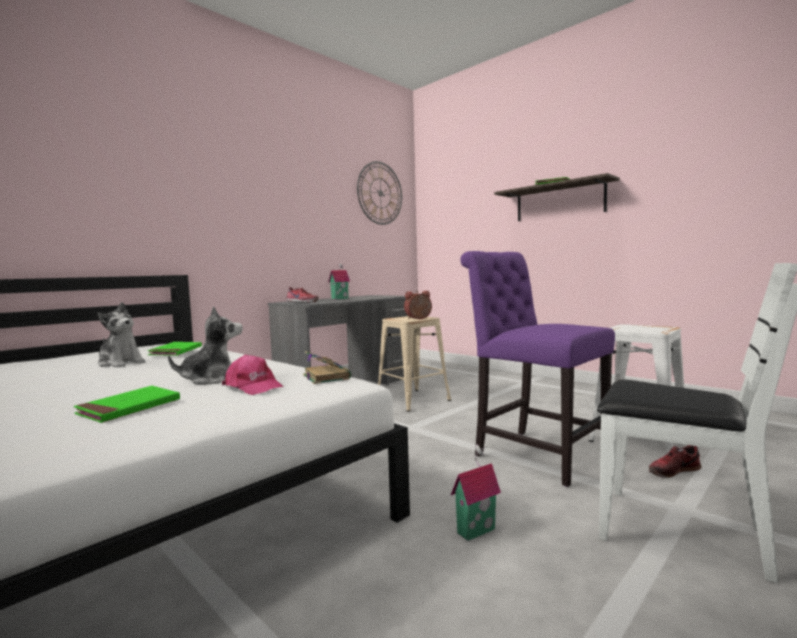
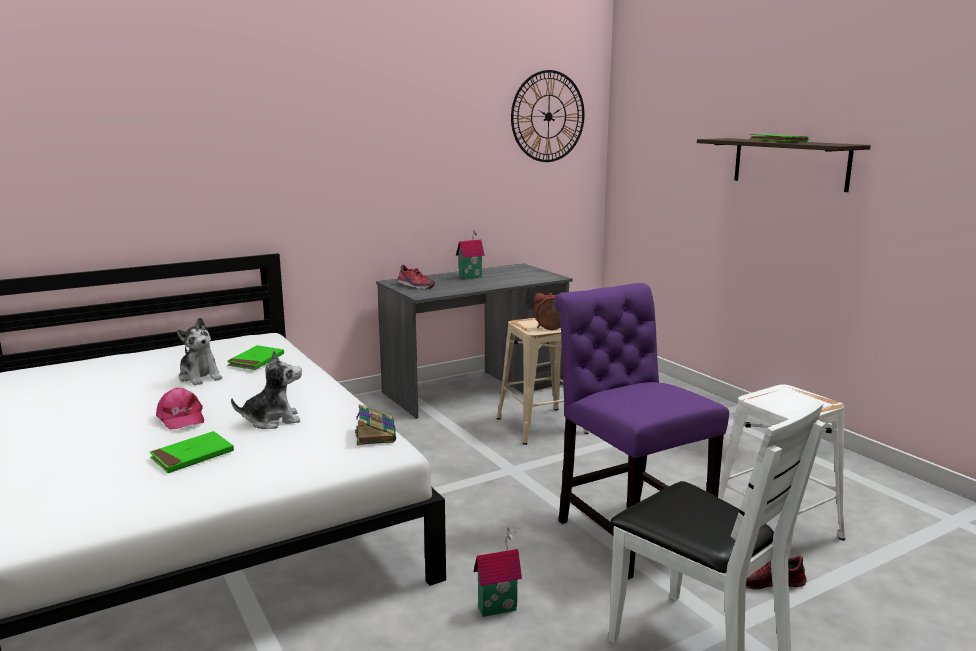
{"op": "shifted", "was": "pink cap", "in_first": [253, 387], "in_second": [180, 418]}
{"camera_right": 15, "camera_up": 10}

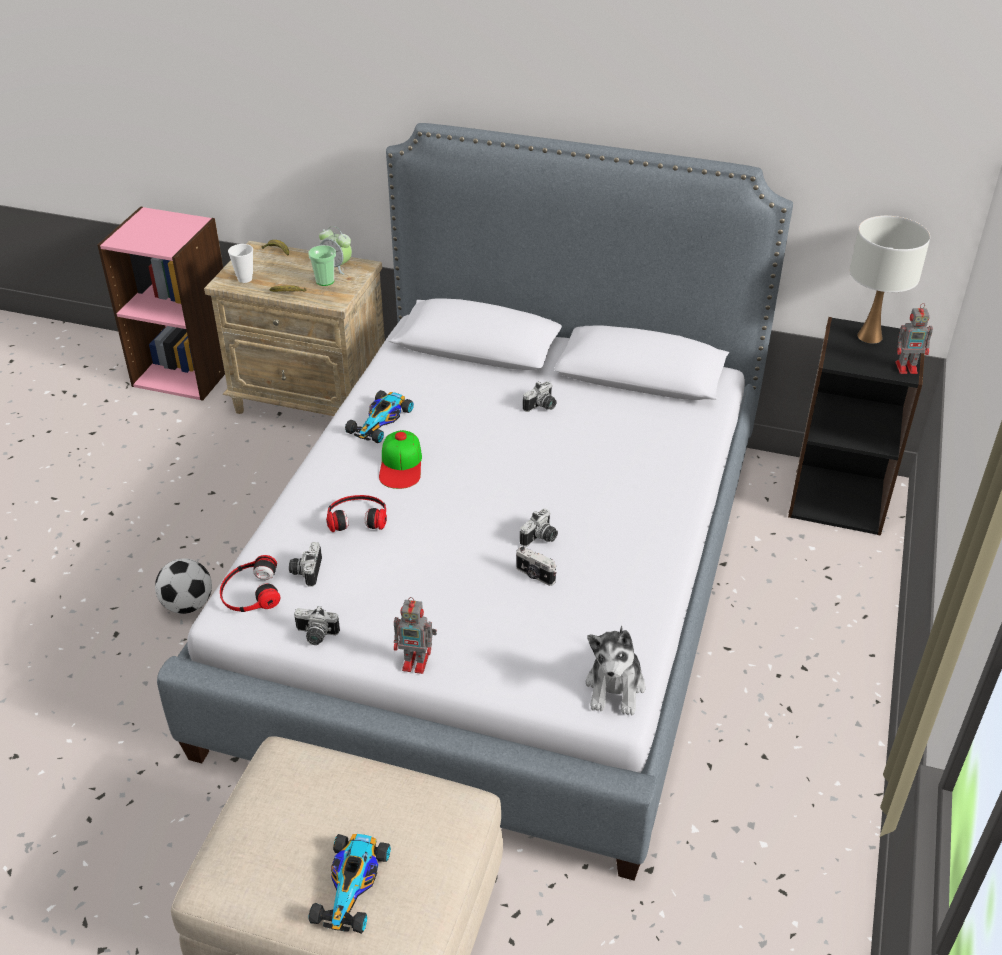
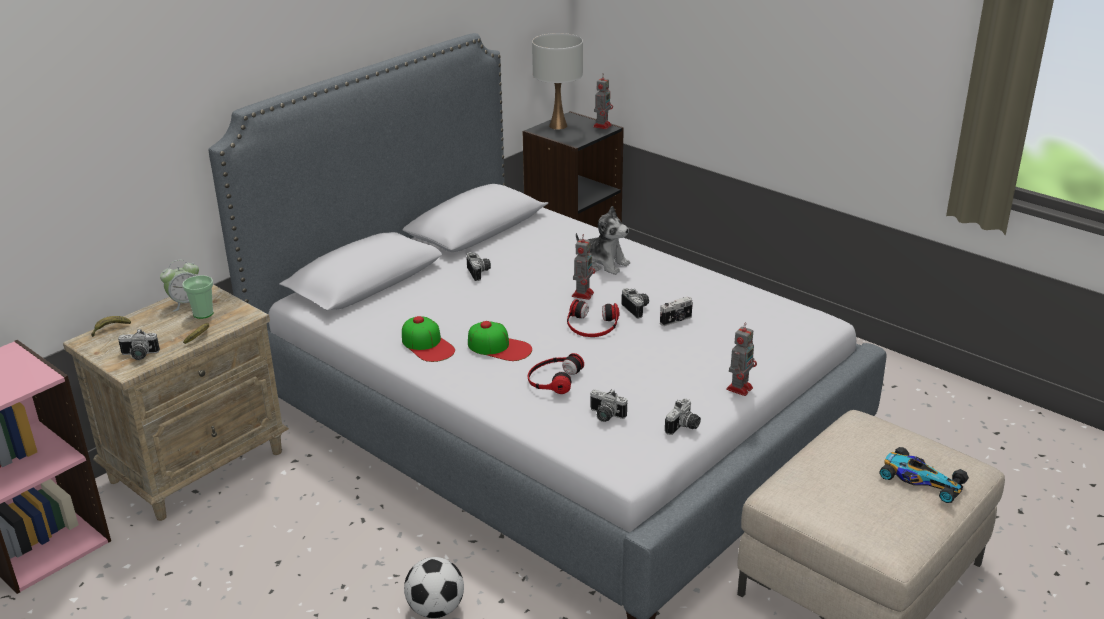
{"op": "new", "now": "toy robot", "in_second": [583, 294]}
{"op": "shifted", "was": "headphones", "in_first": [250, 592], "in_second": [592, 325]}
{"op": "shifted", "was": "plush toy", "in_first": [615, 687], "in_second": [604, 263]}
{"op": "swapped", "was": "cup", "now": "photo camera", "in_first": [245, 279], "in_second": [139, 356]}
{"op": "swapped", "was": "toy car", "now": "cap", "in_first": [381, 420], "in_second": [427, 345]}
{"camera_right": -65, "camera_up": -10}

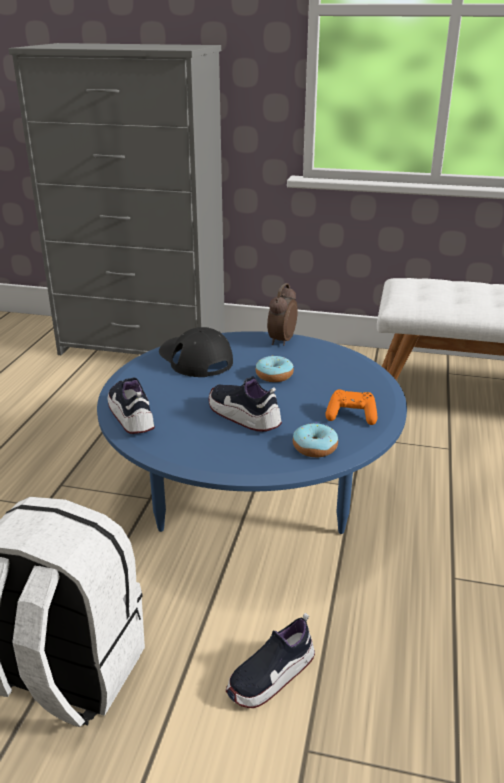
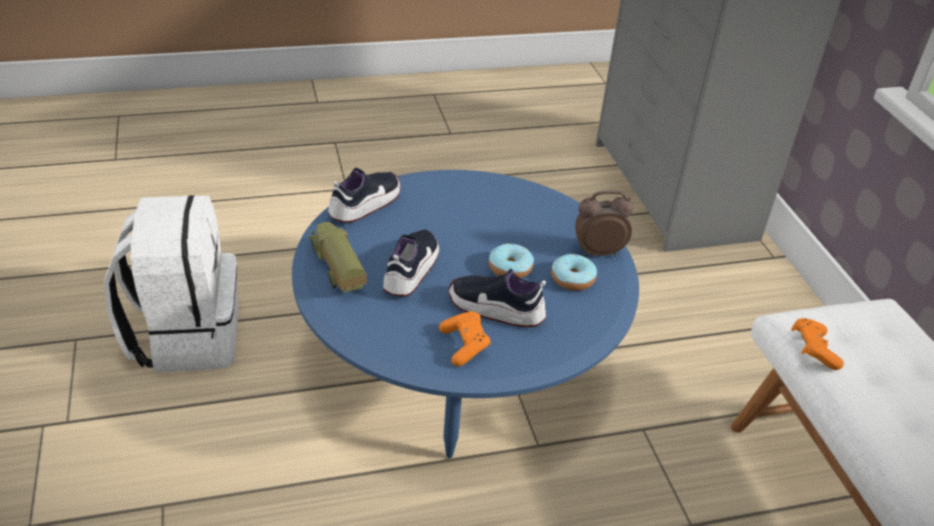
{"op": "gone", "was": "black cap", "in_first": [195, 358]}
{"op": "new", "now": "toy truck", "in_second": [337, 270]}
{"op": "new", "now": "orange game controller", "in_second": [812, 351]}
{"op": "shifted", "was": "shoe", "in_first": [271, 676], "in_second": [496, 309]}
{"op": "shifted", "was": "donut", "in_first": [315, 448], "in_second": [572, 279]}
{"camera_right": 60, "camera_up": 10}

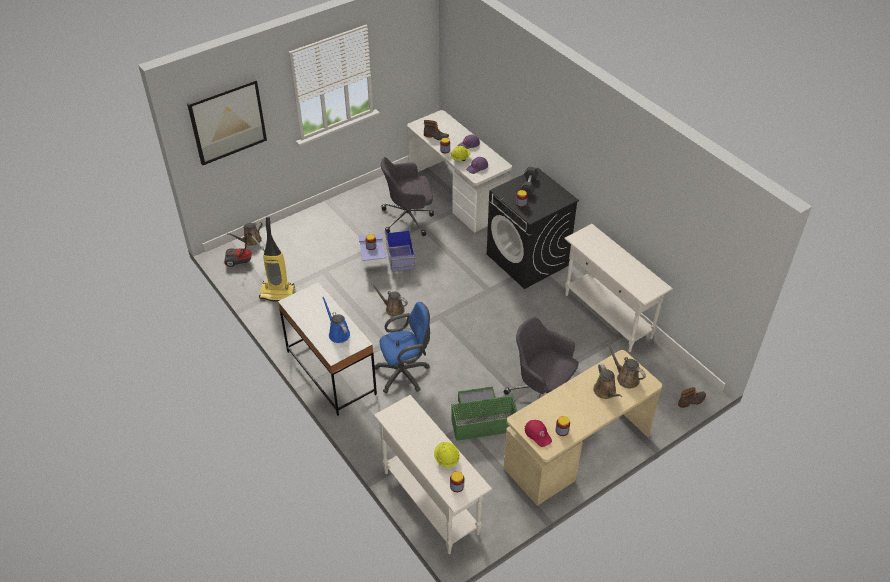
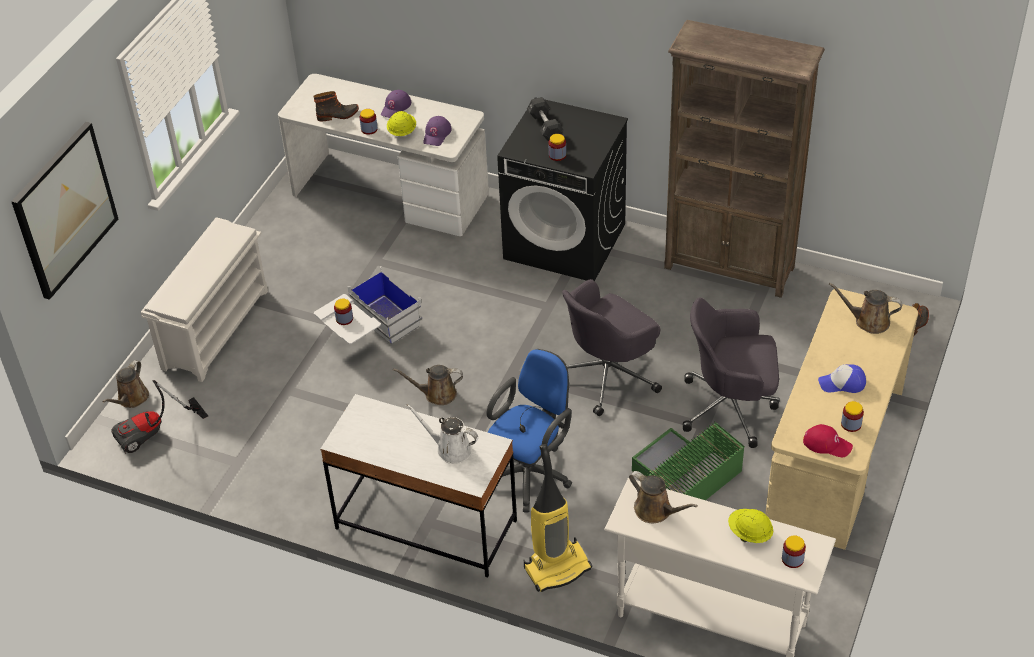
{"op": "new", "now": "white shoe rack", "in_second": [215, 328]}
{"op": "new", "now": "cap", "in_second": [842, 383]}
{"op": "shifted", "was": "vacuum cleaner", "in_first": [278, 292], "in_second": [557, 567]}
{"op": "shifted", "was": "grey office chair", "in_first": [408, 218], "in_second": [608, 375]}
{"op": "shifted", "was": "brown watering can", "in_first": [605, 392], "in_second": [656, 510]}
{"op": "swapped", "was": "white console table", "now": "brown bookcase", "in_first": [608, 316], "in_second": [730, 268]}
{"op": "repainted", "was": "blue watering can", "now": "white watering can", "in_first": [338, 333], "in_second": [450, 449]}
{"op": "repainted", "was": "blue storage box", "now": "white storage box", "in_first": [387, 260], "in_second": [370, 331]}
{"camera_right": -30, "camera_up": 0}

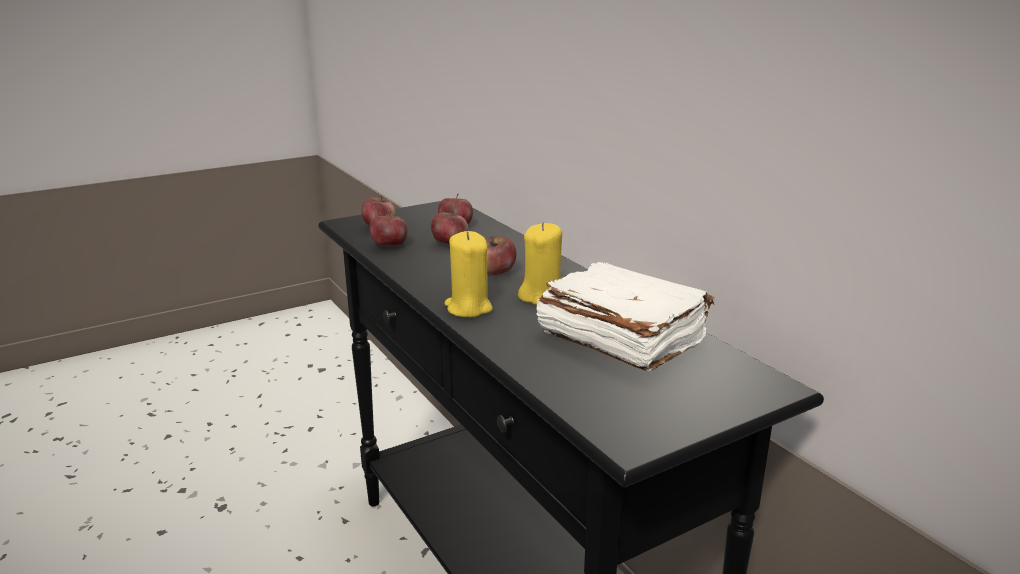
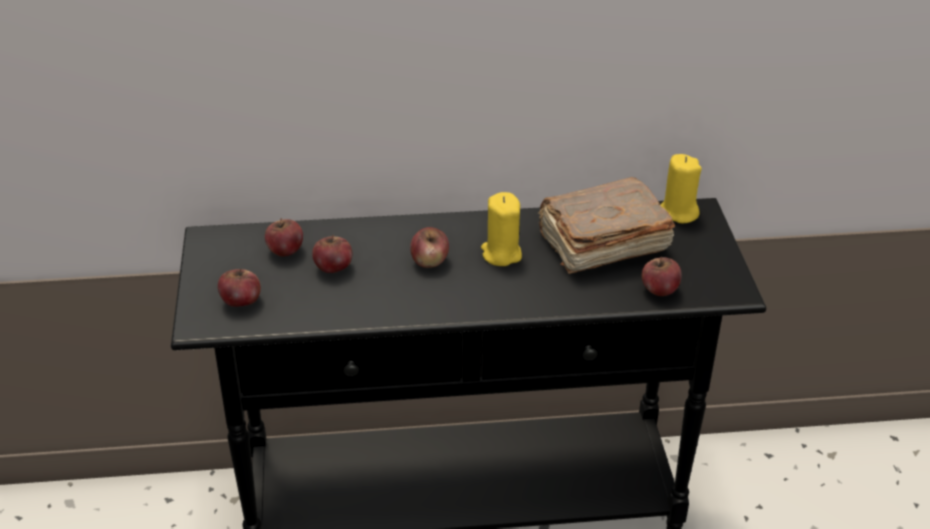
{"op": "shifted", "was": "apple", "in_first": [389, 245], "in_second": [659, 290]}
{"op": "shifted", "was": "yellow candle", "in_first": [468, 308], "in_second": [677, 213]}
{"op": "repainted", "was": "white book", "now": "brown book", "in_first": [619, 339], "in_second": [601, 244]}
{"camera_right": -65, "camera_up": 15}

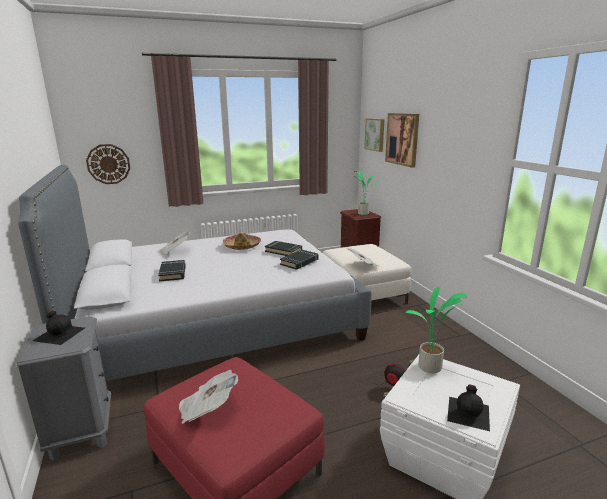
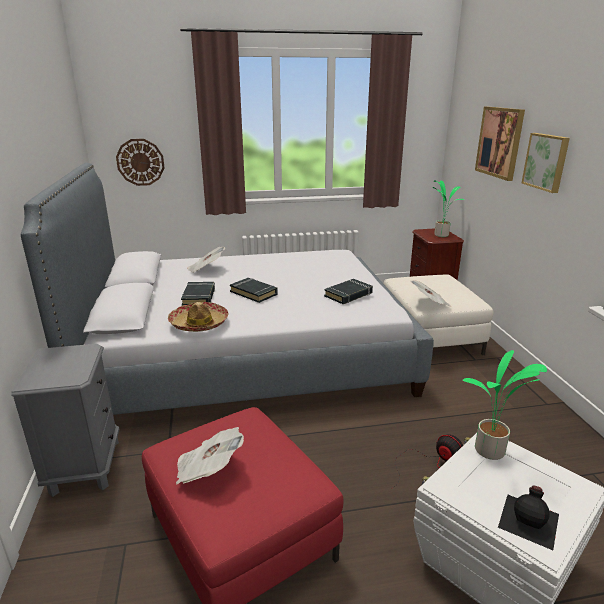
{"op": "gone", "was": "black bottle", "in_first": [59, 333]}
{"op": "shifted", "was": "hat", "in_first": [242, 246], "in_second": [199, 323]}
{"op": "shifted", "was": "black book", "in_first": [283, 251], "in_second": [254, 293]}
{"op": "shifted", "was": "picture", "in_first": [375, 134], "in_second": [546, 162]}
{"camera_right": 10, "camera_up": 5}

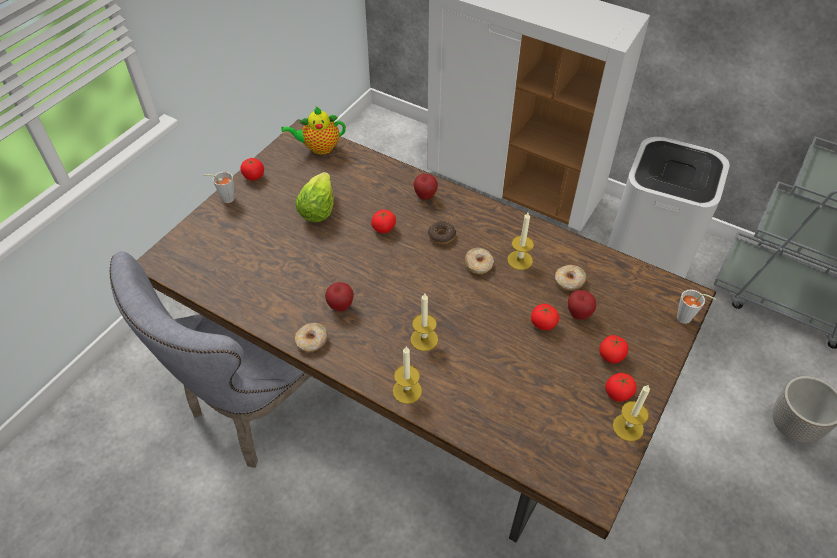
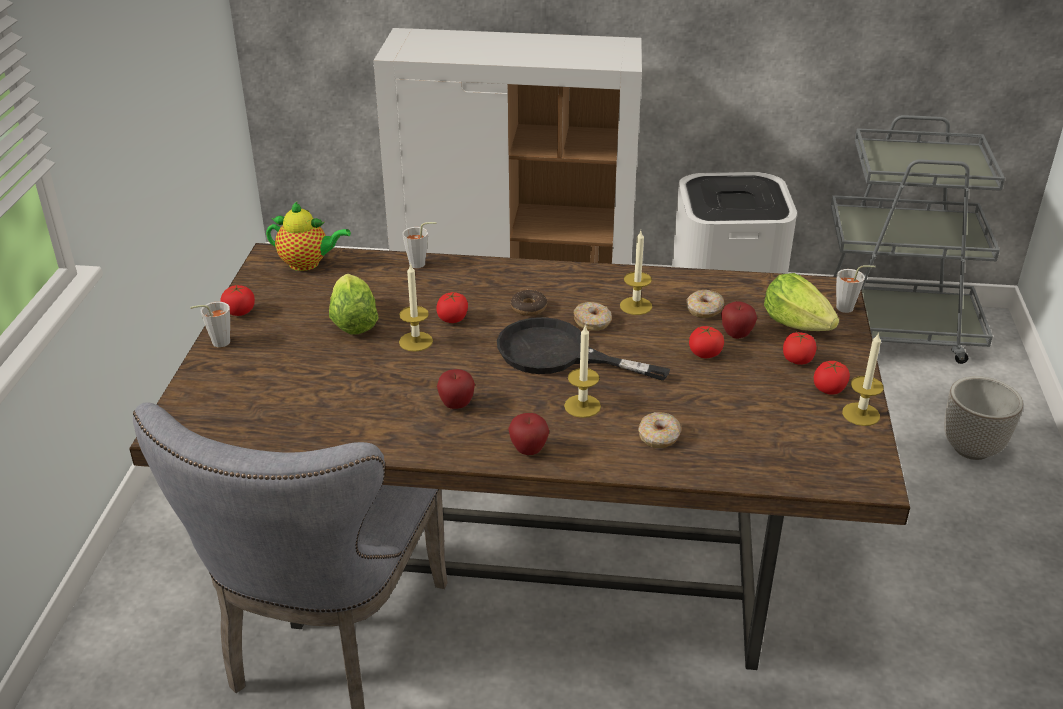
{"op": "new", "now": "grey cup", "in_second": [421, 264]}
{"op": "new", "now": "black frying pan", "in_second": [558, 354]}
{"op": "new", "now": "lettuce", "in_second": [796, 323]}
{"op": "shifted", "was": "donut", "in_first": [312, 341], "in_second": [659, 437]}
{"op": "shifted", "was": "candle", "in_first": [407, 391], "in_second": [416, 341]}
{"op": "shifted", "was": "apple", "in_first": [425, 196], "in_second": [528, 450]}
{"op": "rotated", "was": "teapot", "in_first": [319, 148], "in_second": [307, 264], "clockwise": -135}
{"camera_right": -25, "camera_up": -15}

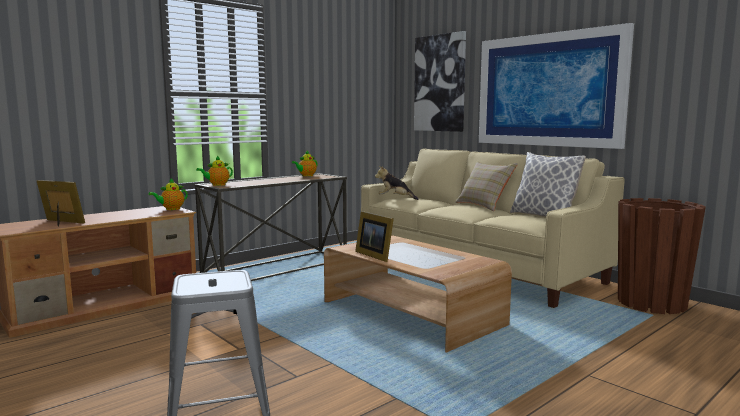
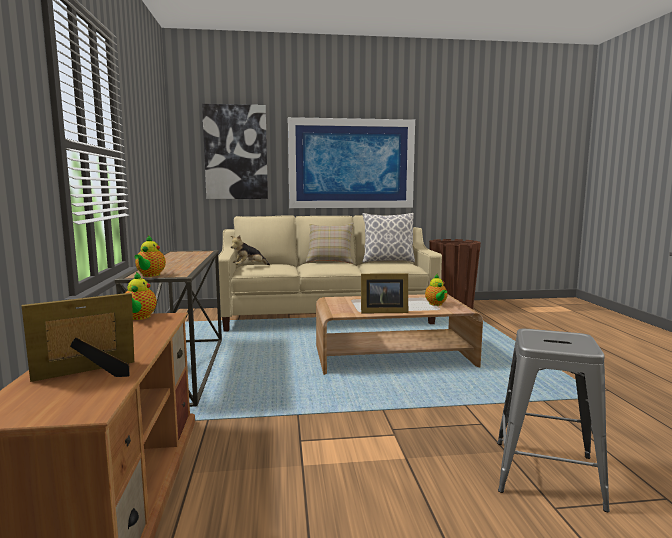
{"op": "shifted", "was": "teapot", "in_first": [306, 175], "in_second": [436, 304]}
{"camera_right": -55, "camera_up": 0}

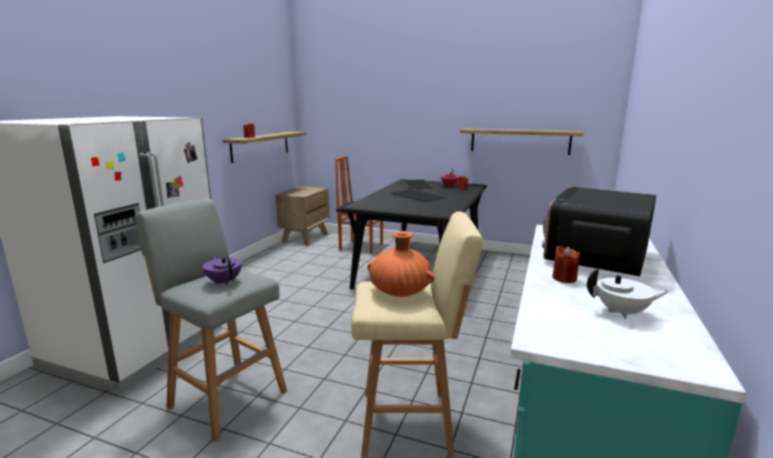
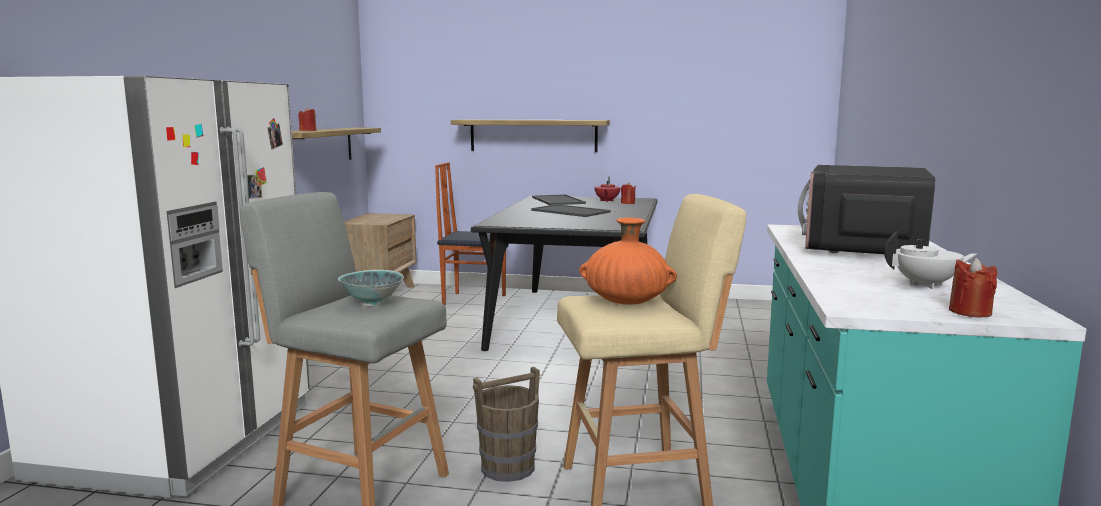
{"op": "new", "now": "brown bucket", "in_second": [508, 468]}
{"op": "shifted", "was": "shelf", "in_first": [519, 141], "in_second": [533, 135]}
{"op": "shifted", "was": "red candle", "in_first": [564, 278], "in_second": [970, 312]}
{"op": "swapped", "was": "purple teapot", "now": "bowl", "in_first": [224, 281], "in_second": [372, 303]}
{"camera_right": -10, "camera_up": -5}

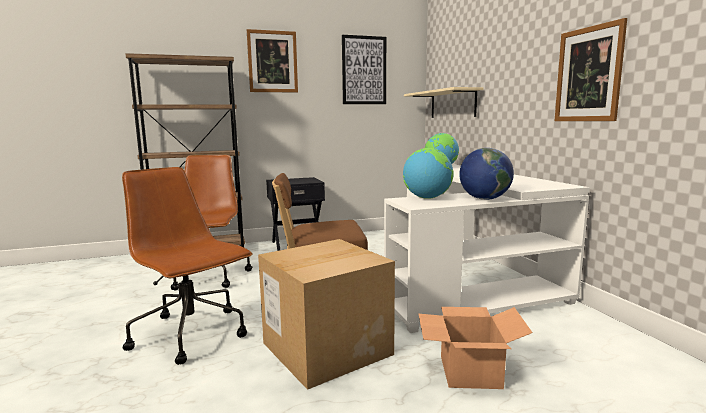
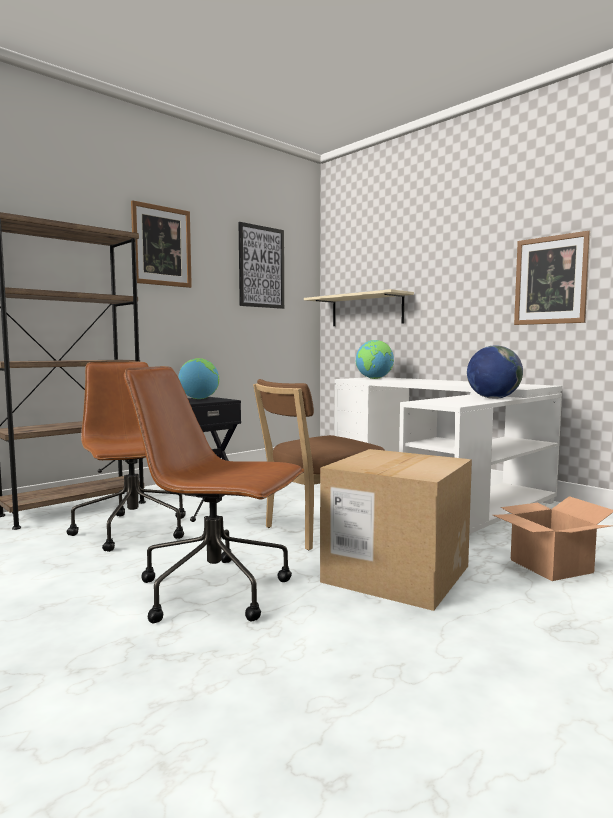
{"op": "shifted", "was": "globe", "in_first": [427, 198], "in_second": [199, 399]}
{"camera_right": -25, "camera_up": -5}

